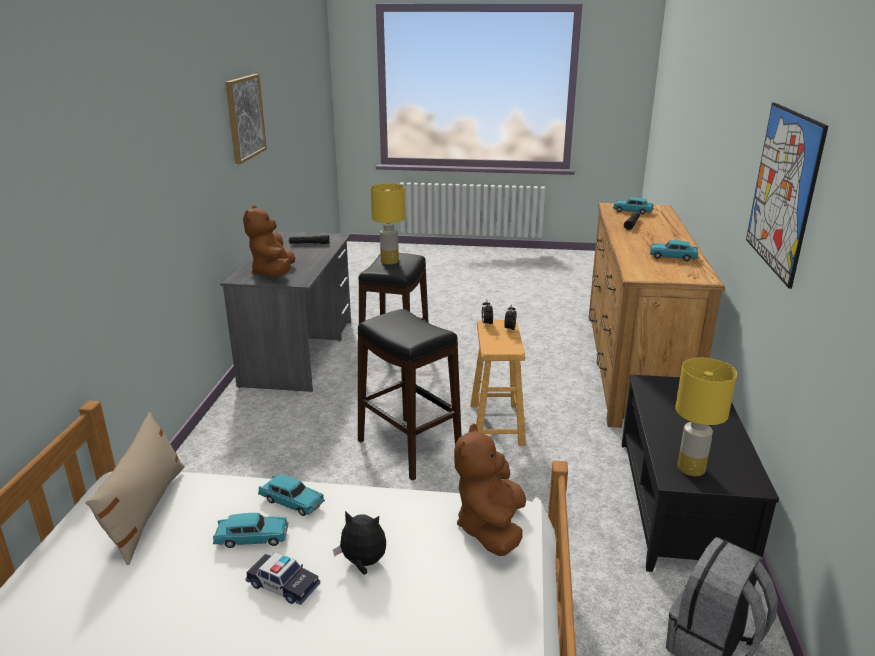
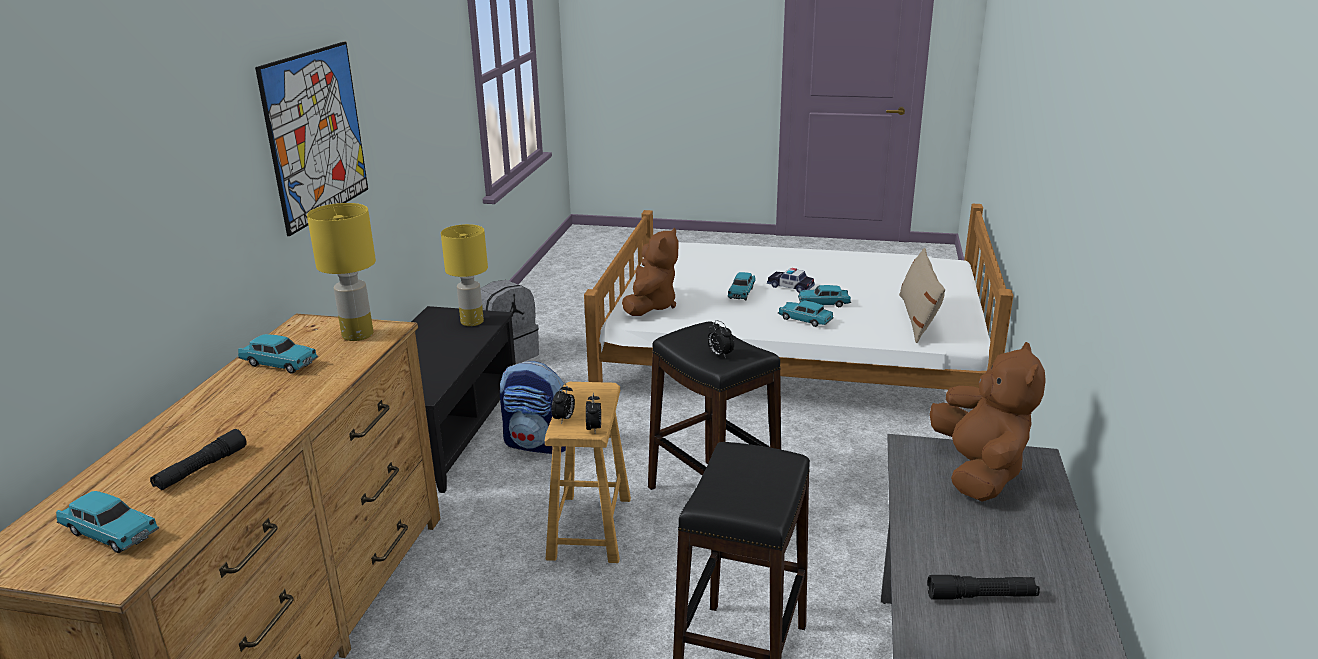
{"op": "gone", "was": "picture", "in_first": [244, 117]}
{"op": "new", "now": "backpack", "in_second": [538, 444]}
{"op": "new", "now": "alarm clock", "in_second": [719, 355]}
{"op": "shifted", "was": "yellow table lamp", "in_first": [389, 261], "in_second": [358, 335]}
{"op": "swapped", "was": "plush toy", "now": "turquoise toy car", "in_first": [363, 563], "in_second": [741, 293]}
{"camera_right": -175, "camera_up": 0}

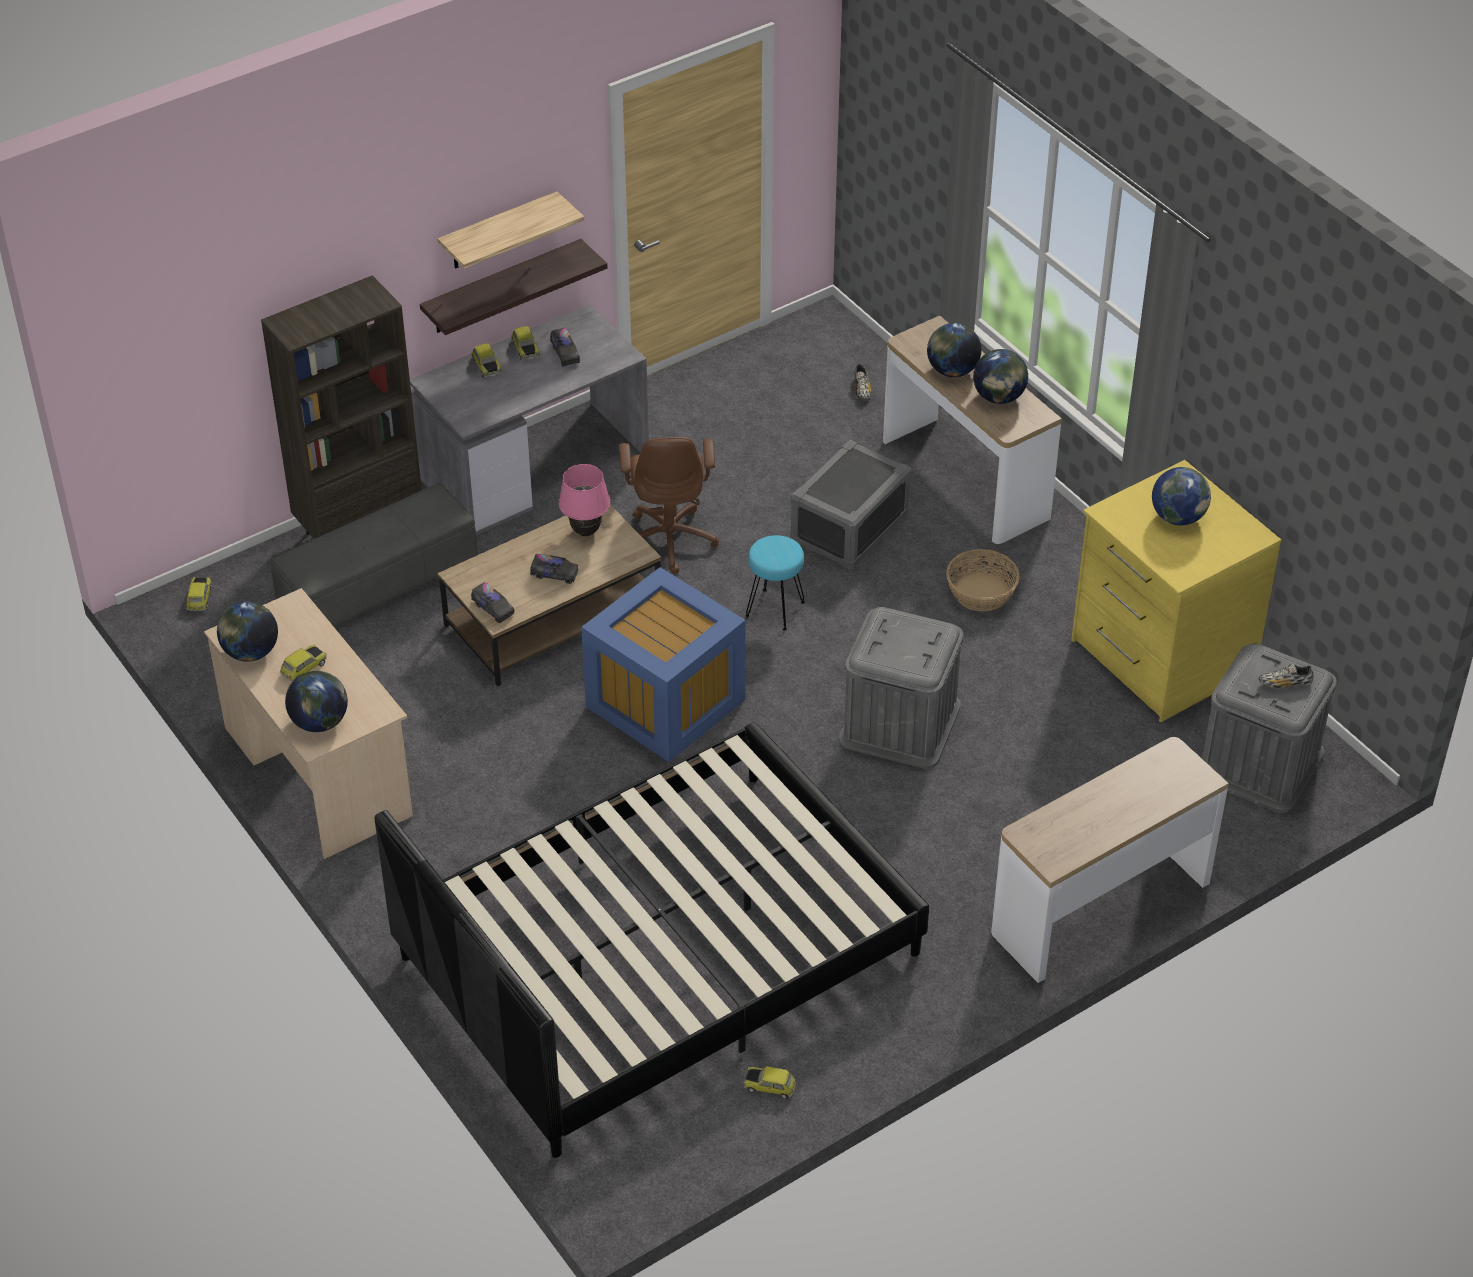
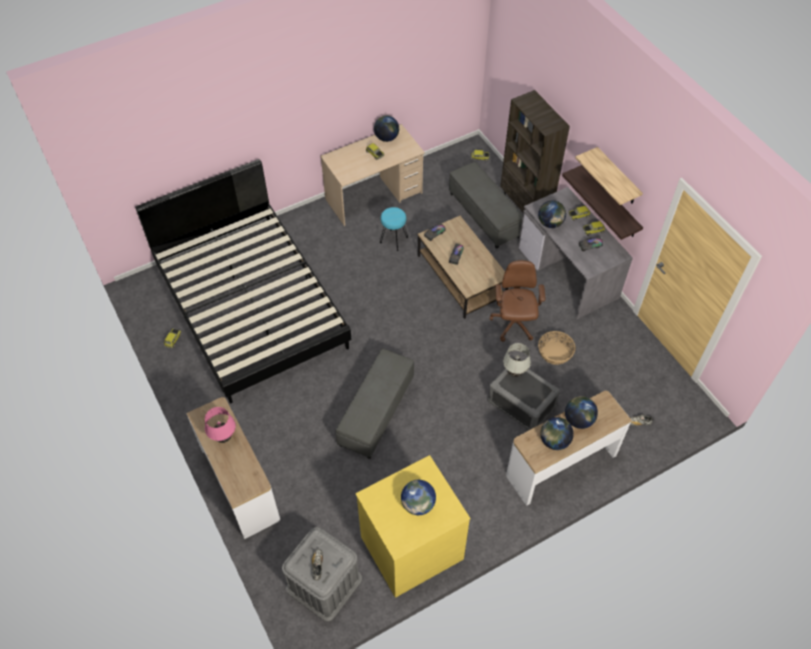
{"op": "gone", "was": "blue storage box", "in_first": [665, 705]}
{"op": "new", "now": "white table lamp", "in_second": [514, 373]}
{"op": "shifted", "was": "globe", "in_first": [320, 722], "in_second": [550, 223]}
{"op": "shifted", "was": "pink table lamp", "in_first": [586, 532], "in_second": [224, 438]}
{"op": "shifted", "was": "turquoise stool", "in_first": [775, 610], "in_second": [393, 240]}
{"op": "shifted", "was": "basket", "in_first": [981, 592], "in_second": [555, 353]}
{"op": "swapped", "was": "grey storage box", "now": "grey ottoman", "in_first": [900, 723], "in_second": [375, 411]}
{"op": "rotated", "was": "brown office chair", "in_first": [669, 539], "in_second": [514, 324], "clockwise": 90}
{"camera_right": 95, "camera_up": 10}

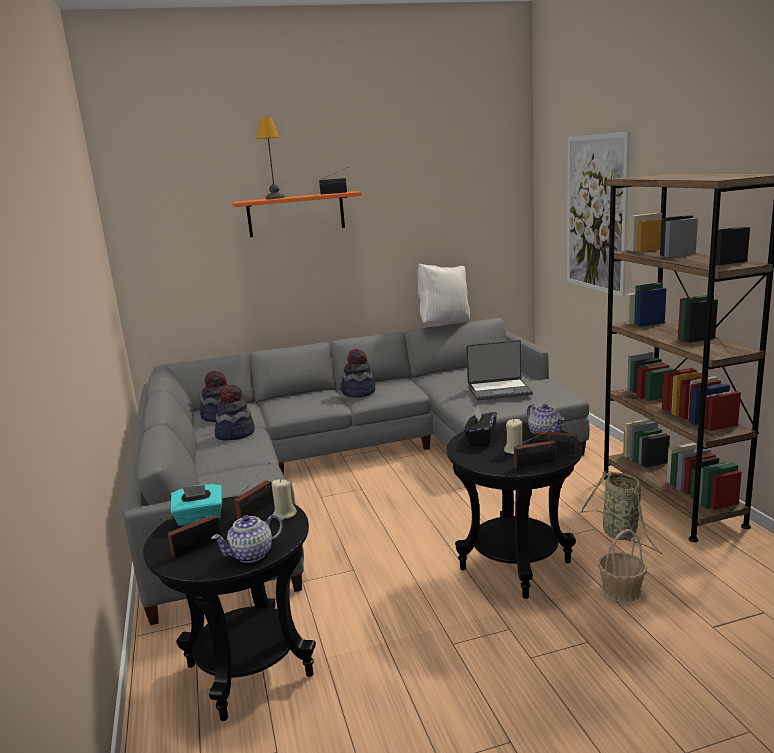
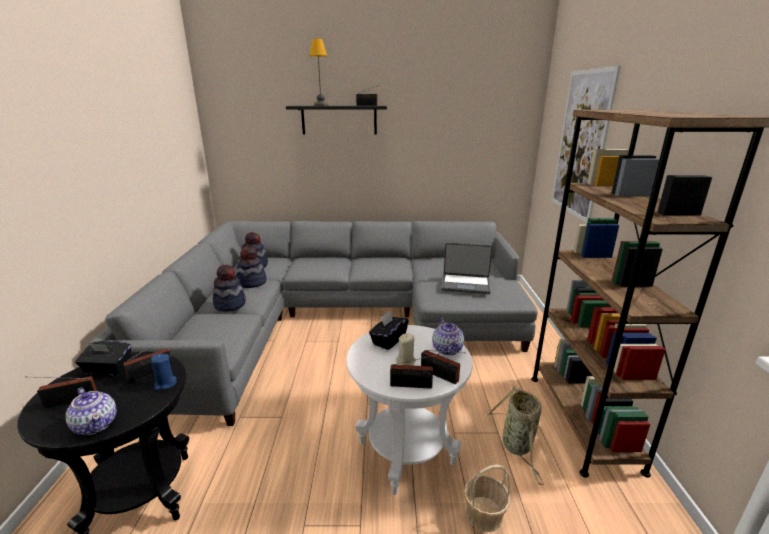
{"op": "gone", "was": "white pillow", "in_first": [444, 324]}
{"op": "shifted", "was": "hat", "in_first": [358, 392], "in_second": [230, 304]}
{"op": "repainted", "was": "turquoise tissue box", "now": "black tissue box", "in_first": [200, 518], "in_second": [108, 369]}
{"op": "repainted", "was": "orange shelf", "now": "black shelf", "in_first": [296, 214], "in_second": [339, 120]}
{"op": "repainted", "was": "beige candle", "now": "blue candle", "in_first": [284, 514], "in_second": [165, 384]}
{"op": "repainted", "was": "black side table", "now": "white side table", "in_first": [515, 566], "in_second": [406, 453]}
{"op": "rotated", "was": "teapot", "in_first": [252, 554], "in_second": [96, 424], "clockwise": -120}
{"camera_right": 15, "camera_up": 5}

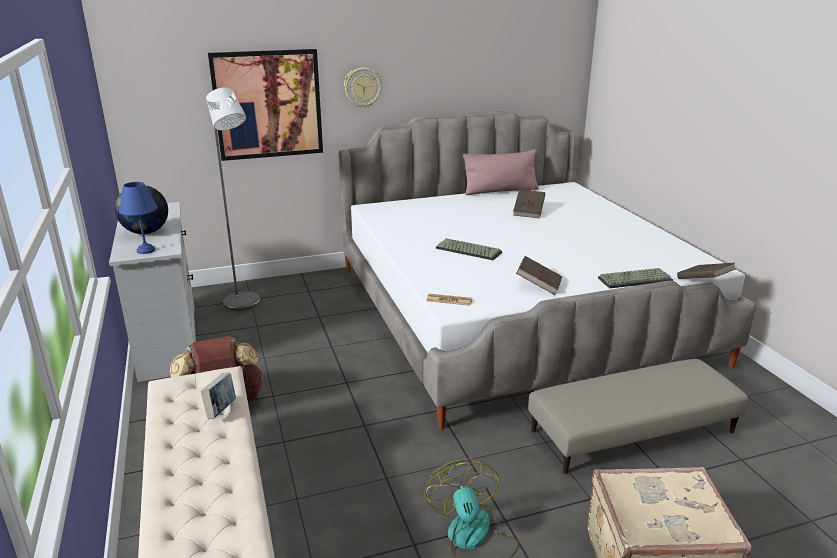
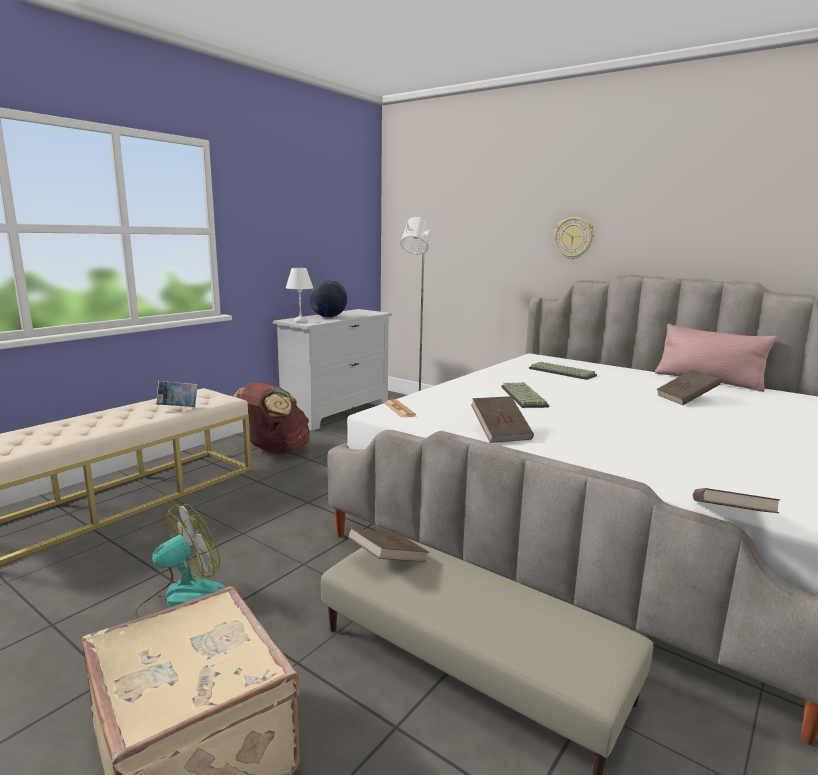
{"op": "gone", "was": "picture", "in_first": [268, 104]}
{"op": "new", "now": "brown book", "in_second": [388, 560]}
{"op": "shifted", "was": "keyboard", "in_first": [635, 279], "in_second": [563, 372]}
{"op": "repainted", "was": "blue table lamp", "now": "white table lamp", "in_first": [145, 251], "in_second": [300, 321]}
{"camera_right": 55, "camera_up": -10}

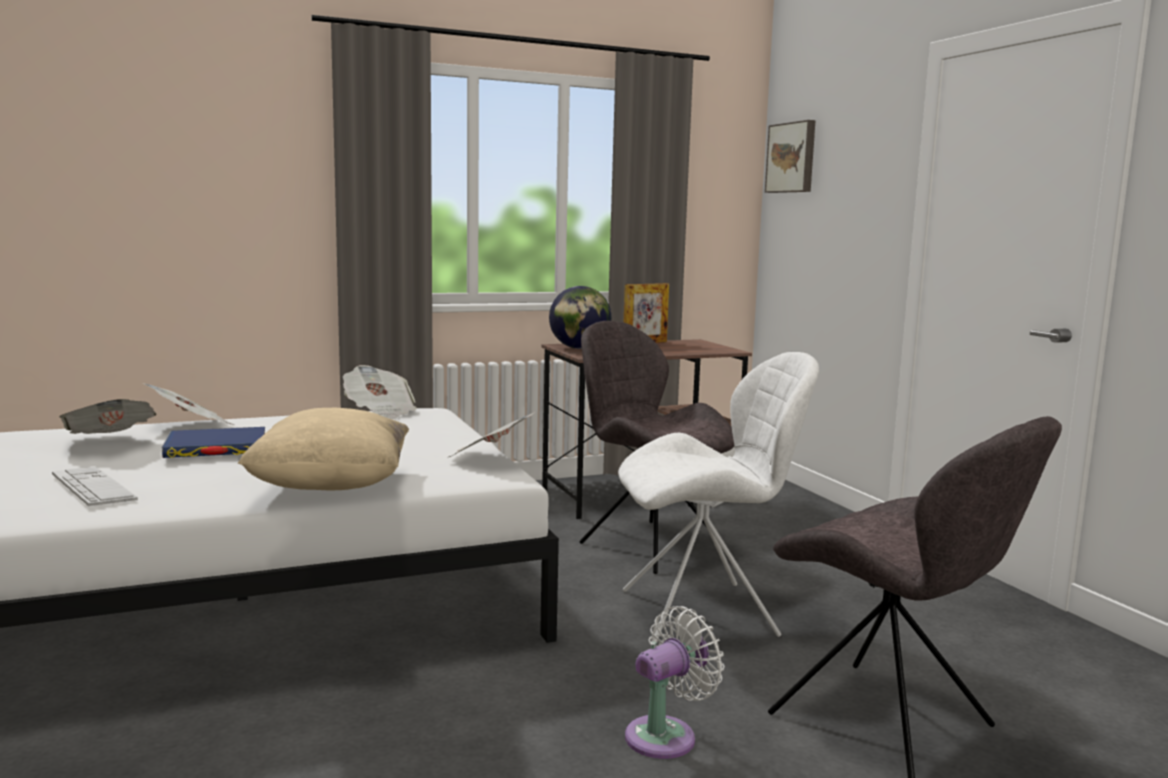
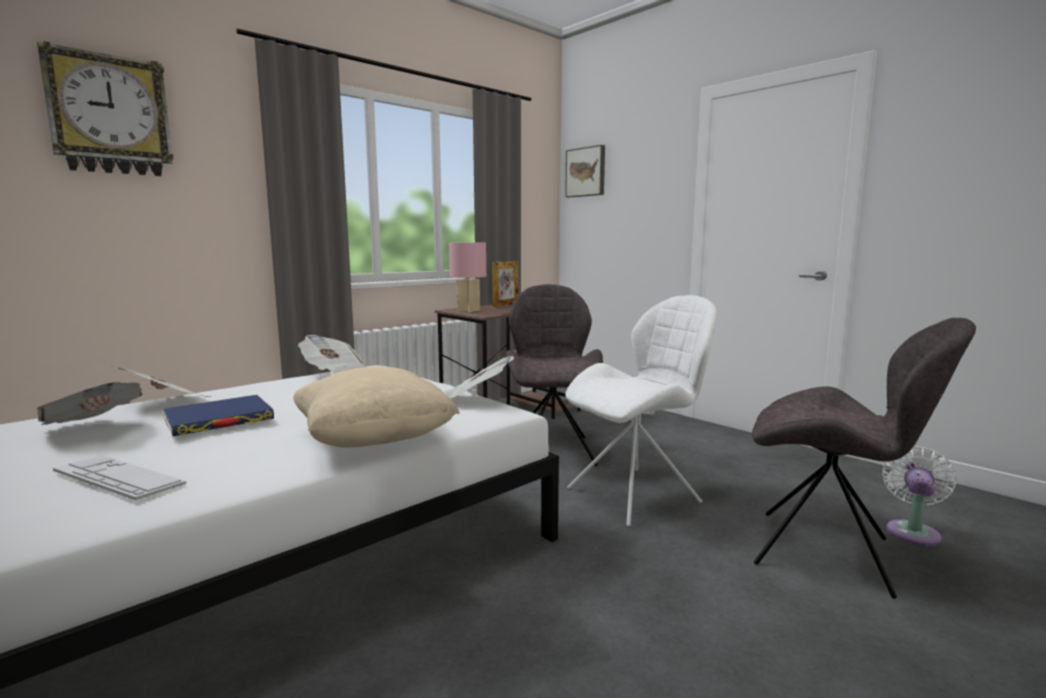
{"op": "new", "now": "wall clock", "in_second": [109, 115]}
{"op": "shifted", "was": "white fan", "in_first": [666, 735], "in_second": [912, 531]}
{"op": "swapped", "was": "globe", "now": "pink table lamp", "in_first": [579, 348], "in_second": [468, 311]}
{"op": "rotated", "was": "grey chair", "in_first": [648, 544], "in_second": [552, 450], "clockwise": 60}
{"camera_right": -20, "camera_up": 0}

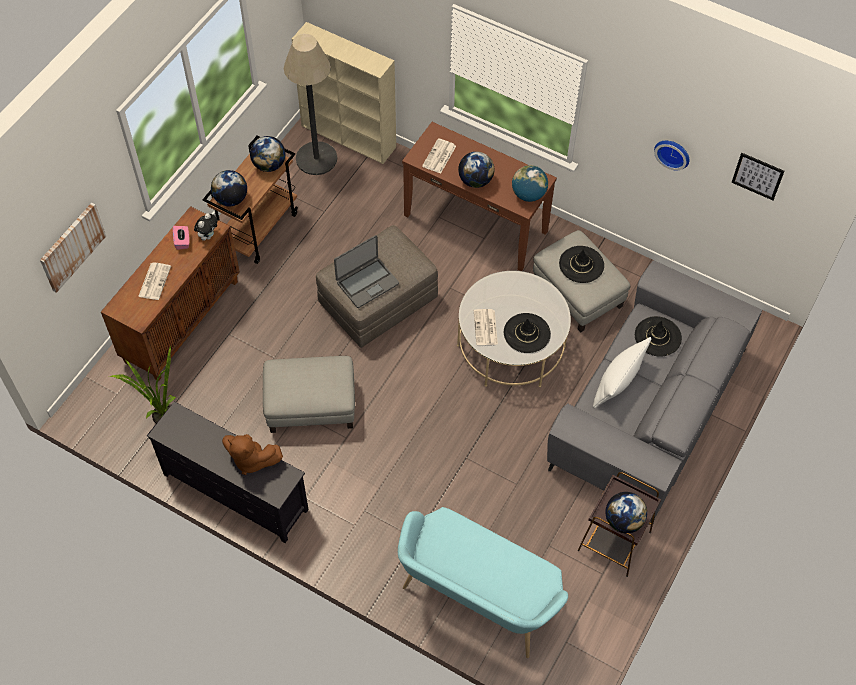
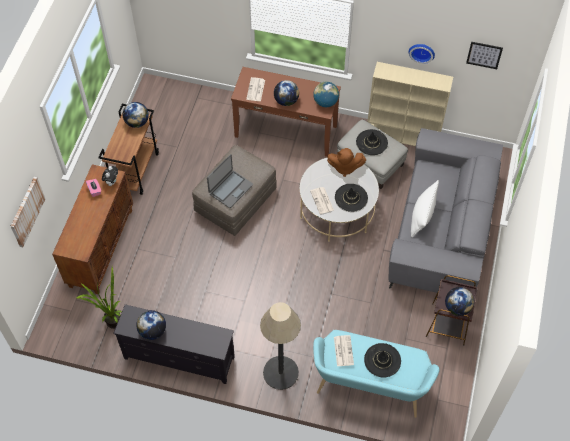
{"op": "gone", "was": "grey ottoman", "in_first": [311, 405]}
{"op": "shifted", "was": "newspaper", "in_first": [154, 281], "in_second": [343, 350]}
{"op": "shifted", "was": "globe", "in_first": [231, 199], "in_second": [152, 331]}
{"op": "shifted", "was": "brown plush toy", "in_first": [251, 460], "in_second": [345, 167]}
{"op": "shifted", "was": "floor lamp", "in_first": [316, 158], "in_second": [280, 373]}
{"op": "shifted", "was": "beige bookcase", "in_first": [349, 136], "in_second": [403, 135]}
{"op": "shifted", "was": "black hat", "in_first": [657, 336], "in_second": [382, 360]}
{"camera_right": -15, "camera_up": 0}

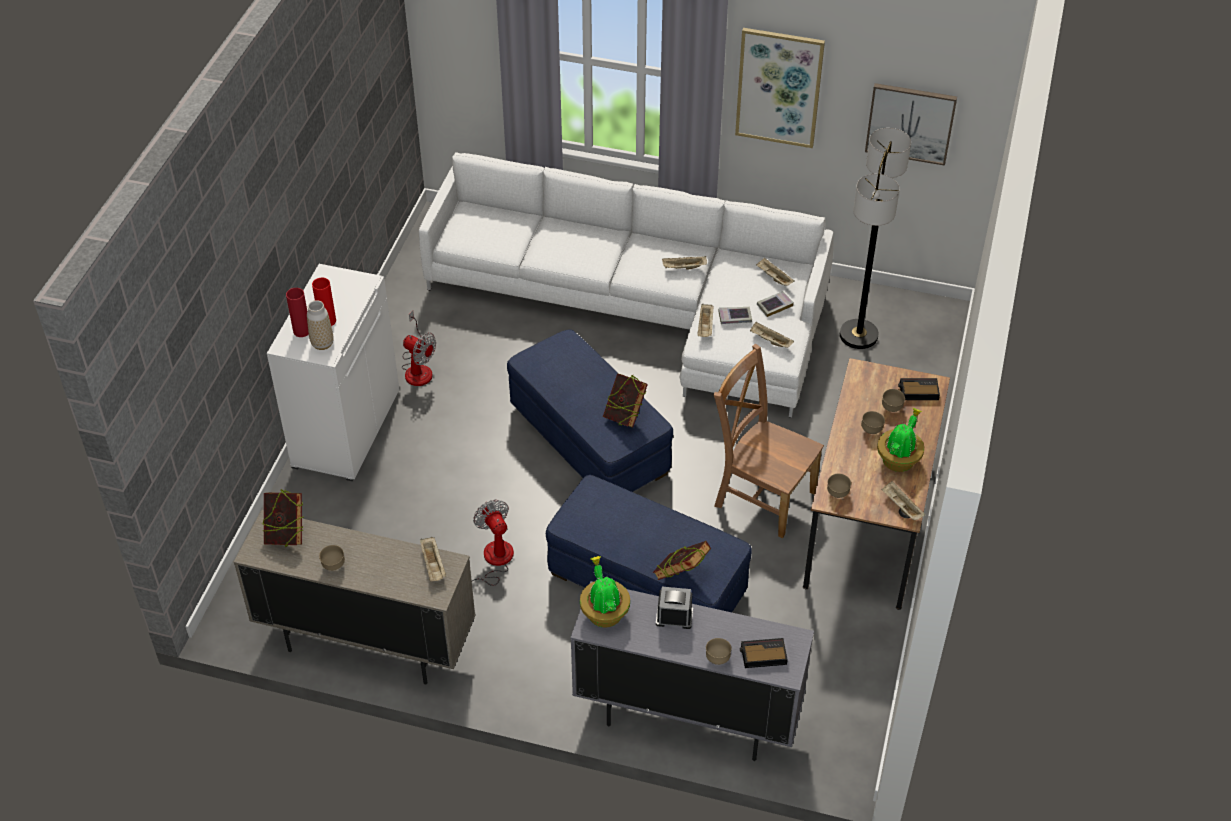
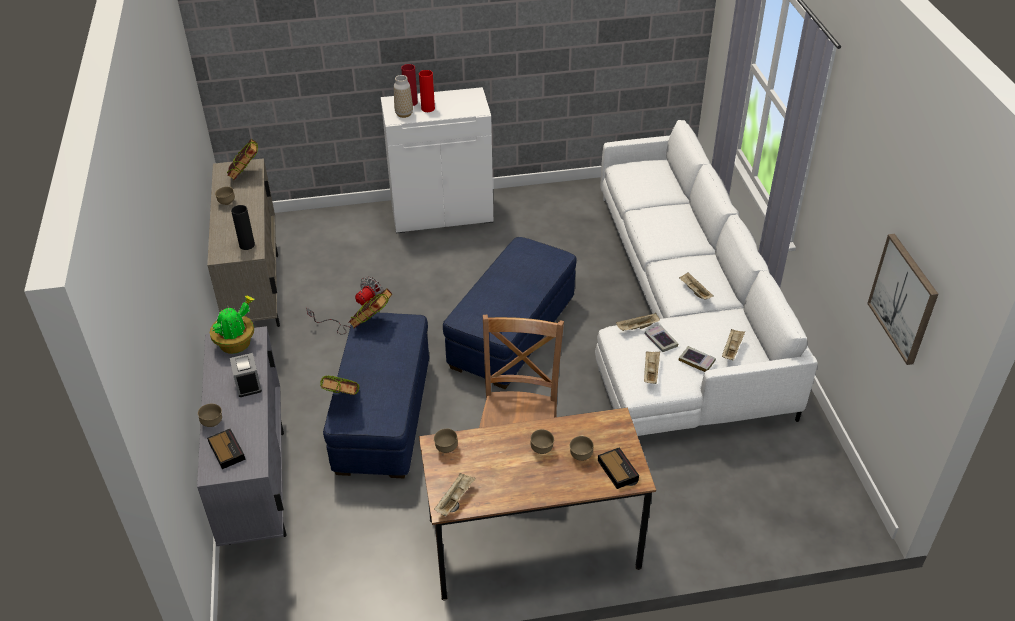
{"op": "gone", "was": "fan", "in_first": [418, 368]}
{"op": "gone", "was": "picture", "in_first": [779, 87]}
{"op": "gone", "was": "floor lamp", "in_first": [859, 335]}
{"op": "gone", "was": "potted plant", "in_first": [899, 459]}
{"op": "shifted", "was": "book", "in_first": [625, 416], "in_second": [372, 323]}
{"op": "swapped", "was": "beige tray", "now": "black vase", "in_first": [433, 565], "in_second": [247, 245]}
{"camera_right": 65, "camera_up": -5}

